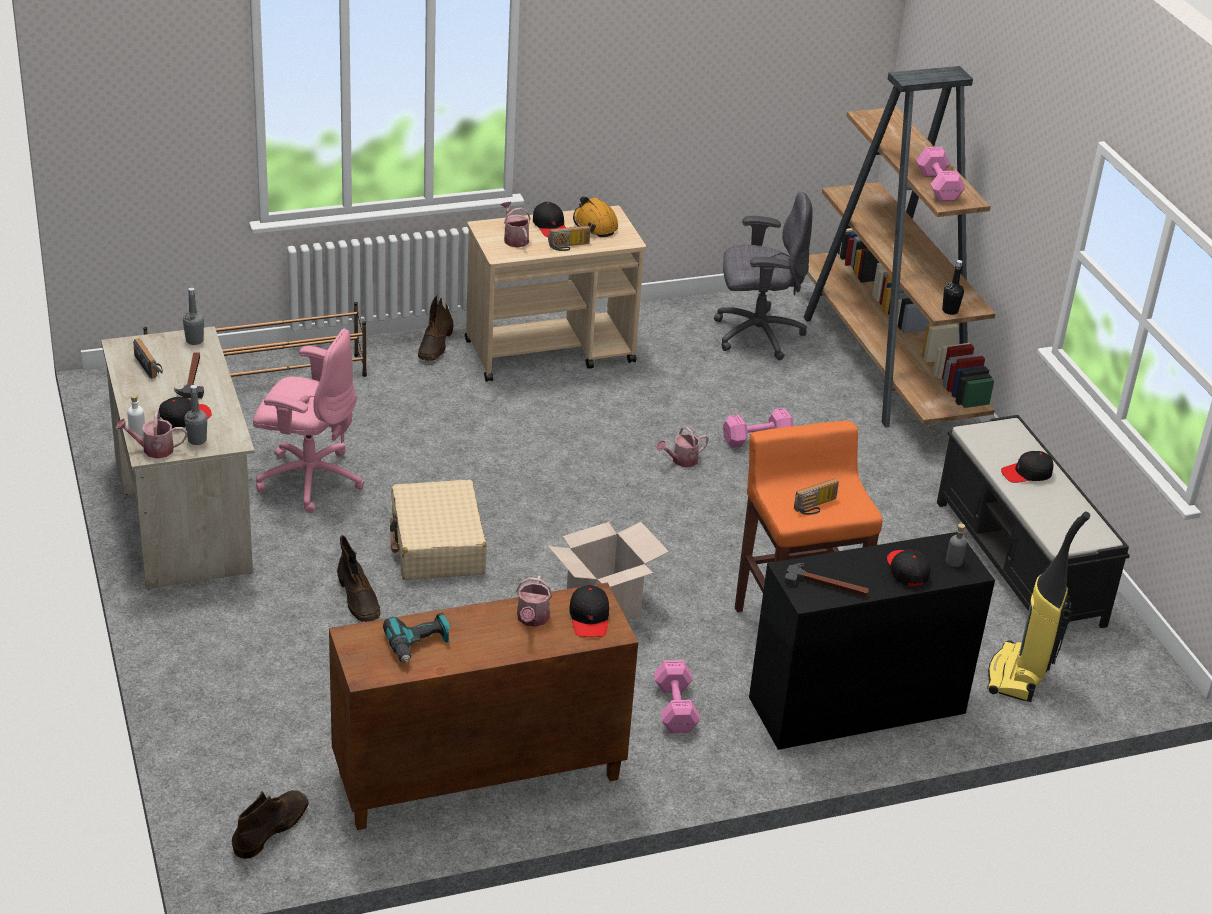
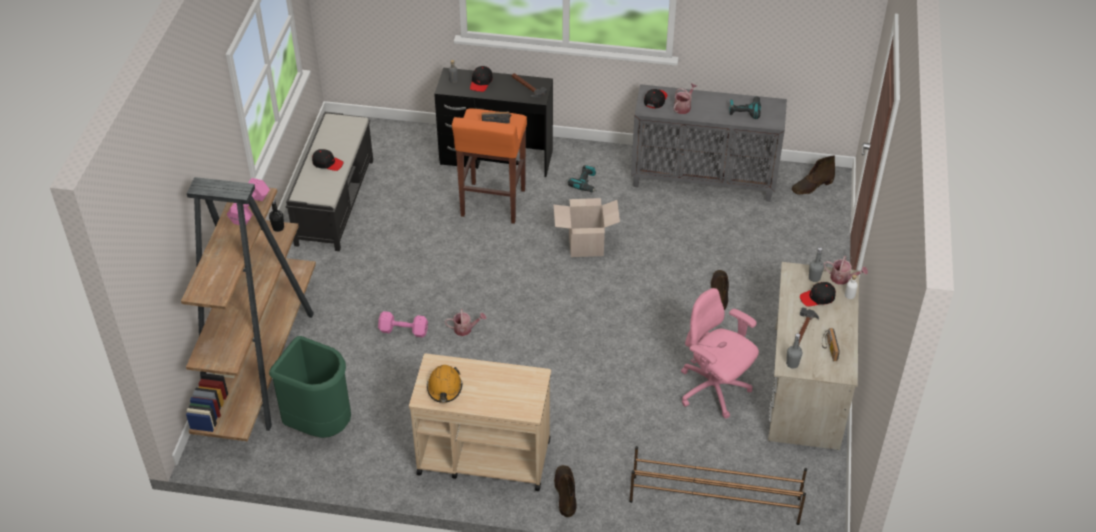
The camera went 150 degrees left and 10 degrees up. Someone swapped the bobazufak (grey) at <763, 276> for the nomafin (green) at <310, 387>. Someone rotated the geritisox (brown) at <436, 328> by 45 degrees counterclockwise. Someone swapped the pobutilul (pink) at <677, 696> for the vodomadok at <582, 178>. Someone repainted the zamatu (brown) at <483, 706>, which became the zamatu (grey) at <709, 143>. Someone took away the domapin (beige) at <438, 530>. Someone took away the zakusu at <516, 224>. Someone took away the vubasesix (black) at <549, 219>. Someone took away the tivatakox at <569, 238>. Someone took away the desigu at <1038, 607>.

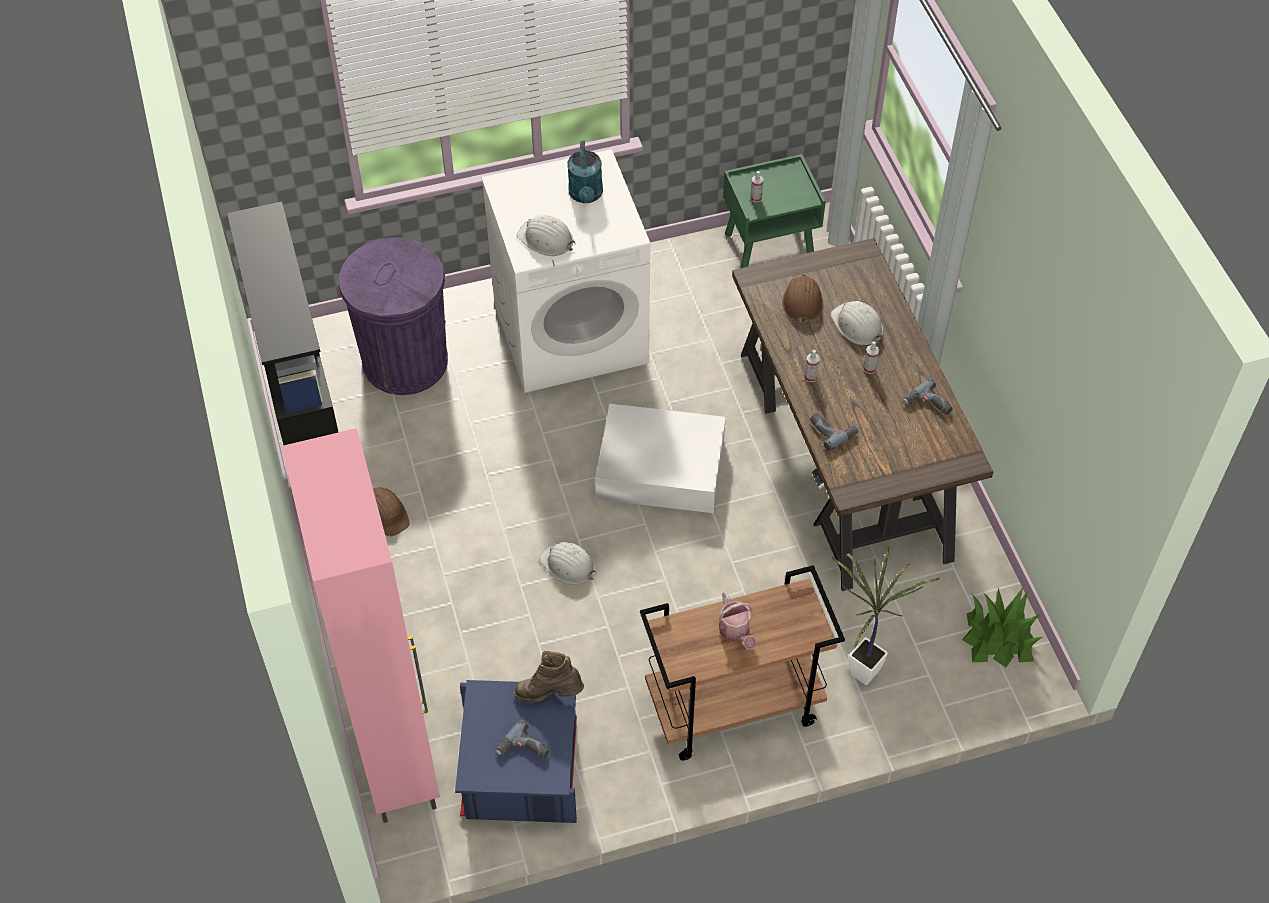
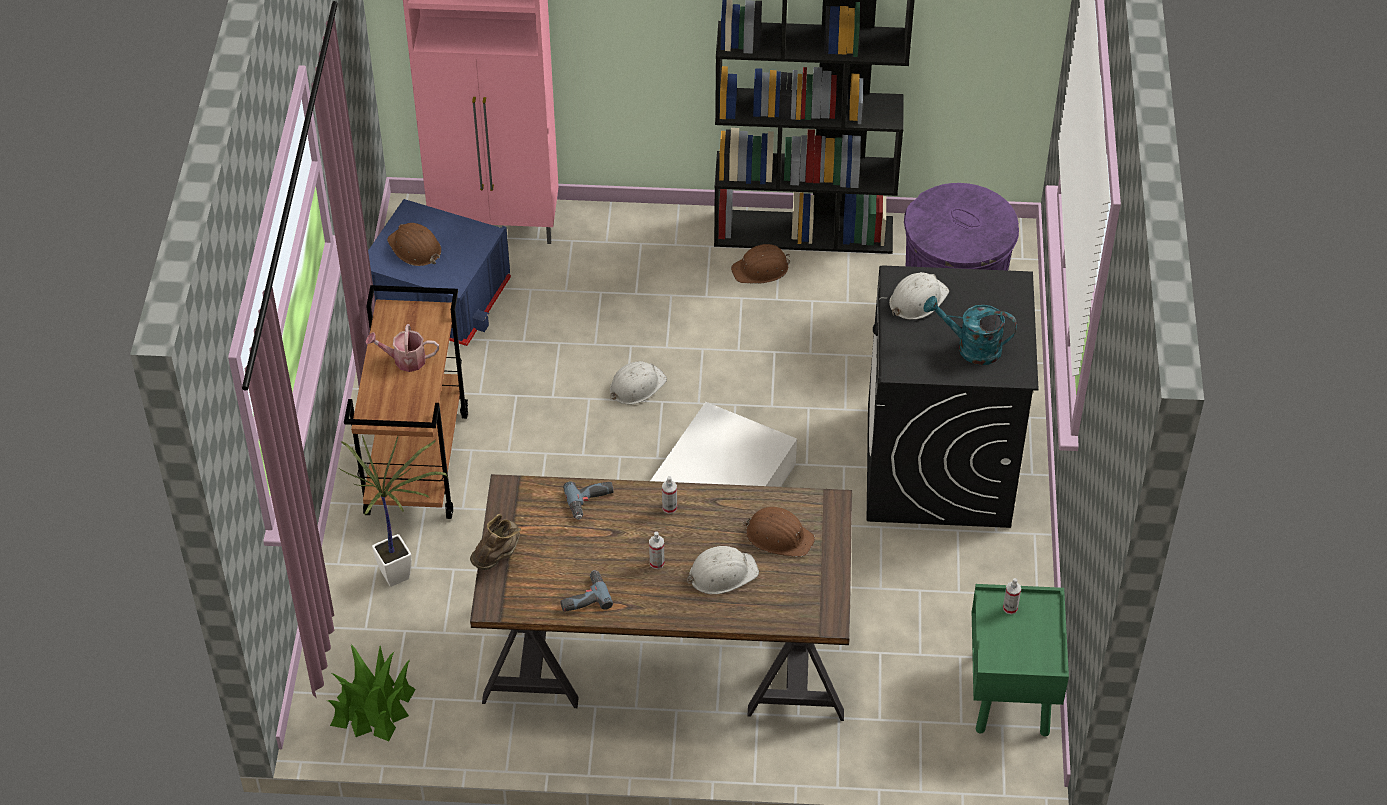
The camera went 110 degrees right and 5 degrees down. Someone swapped the vodomadok at <523, 739> for the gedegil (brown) at <414, 244>. Someone carried the geritisox (brown) from <549, 676> to <495, 542>. Someone repainted the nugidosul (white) at <565, 271>, which became the nugidosul (black) at <952, 396>.

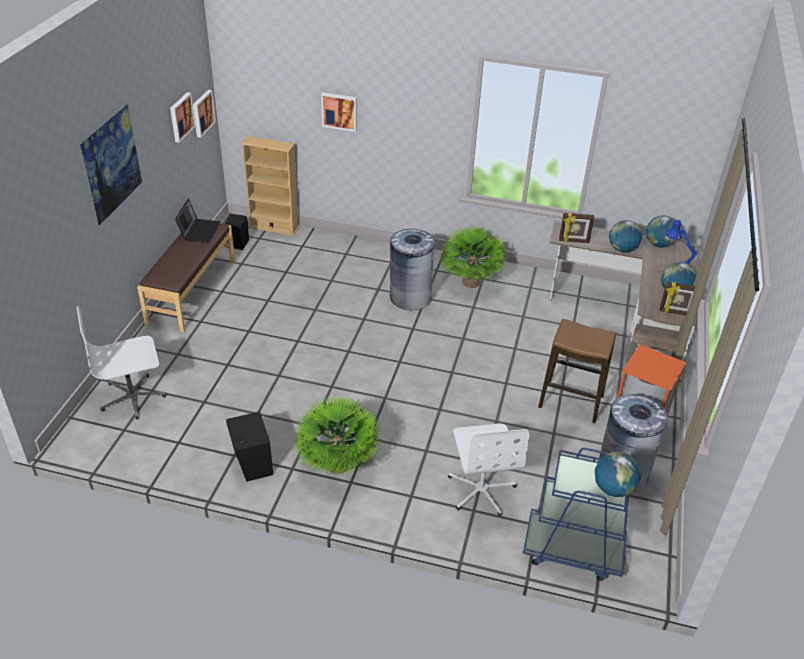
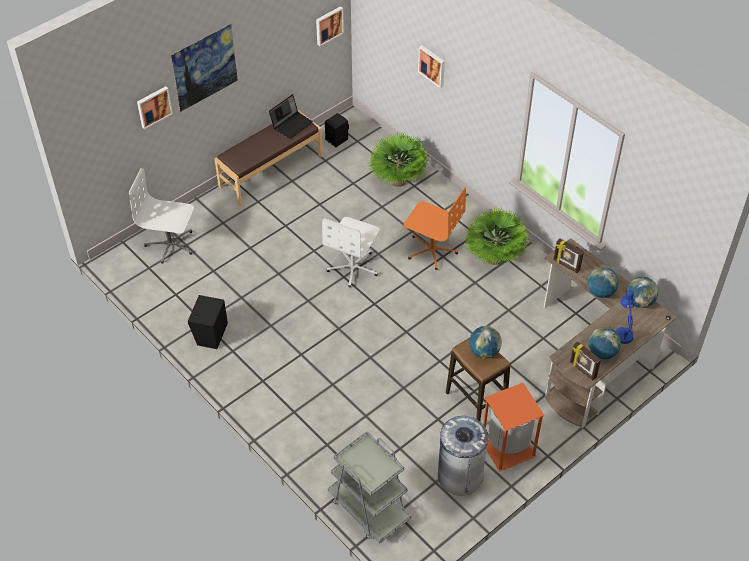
The camera went 35 degrees right and 10 degrees up. Someone carried the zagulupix from <183, 117> to <155, 107>. Someone carried the bobazufak (white) from <488, 470> to <351, 252>. Someone repainted the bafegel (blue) at <576, 514>, which became the bafegel (grey) at <369, 487>. Someone carried the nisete from <337, 435> to <398, 159>. Someone swapped the nomafin (grey) at <412, 269> for the bobazufak (orange) at <434, 228>. Someone carried the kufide from <618, 474> to <485, 342>. Someone took away the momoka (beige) at <270, 186>.

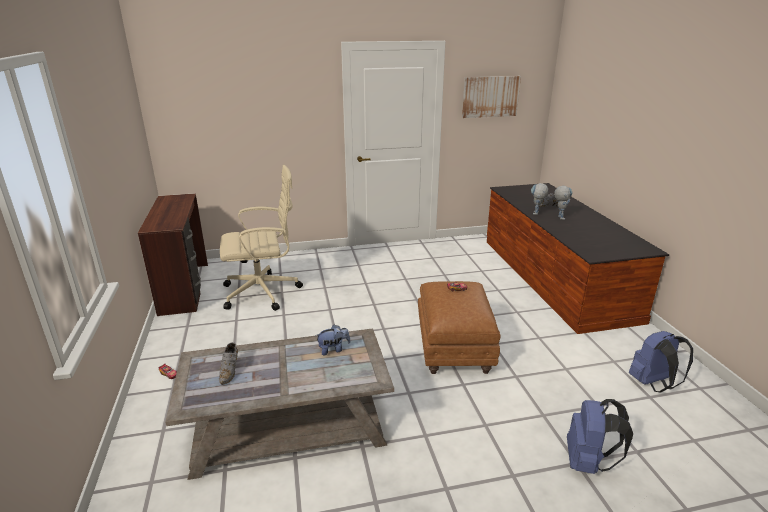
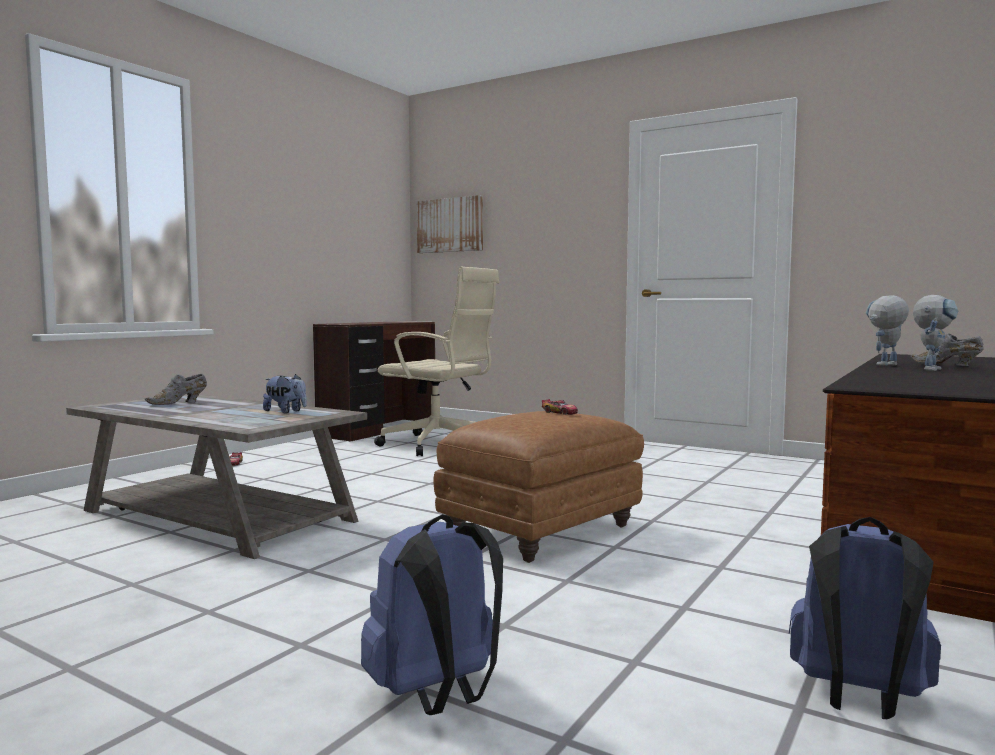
The camera went 45 degrees right and 20 degrees down. Someone carried the zagulupix from <491, 97> to <450, 224>.

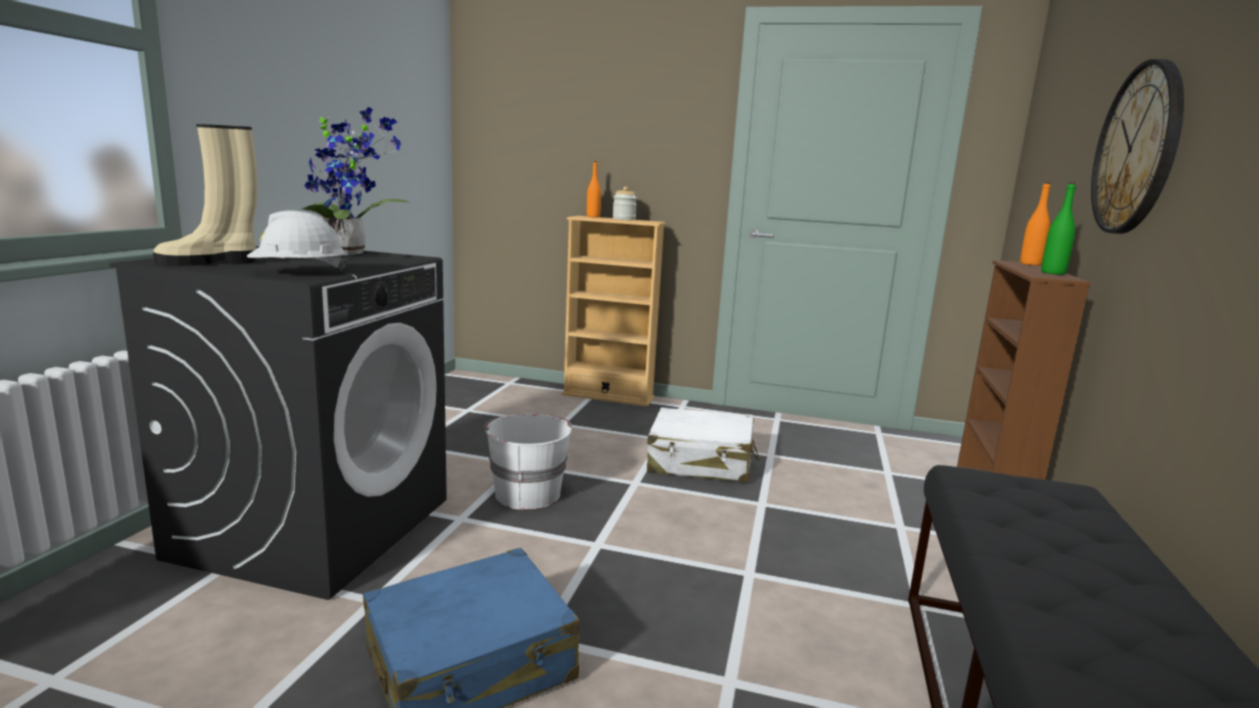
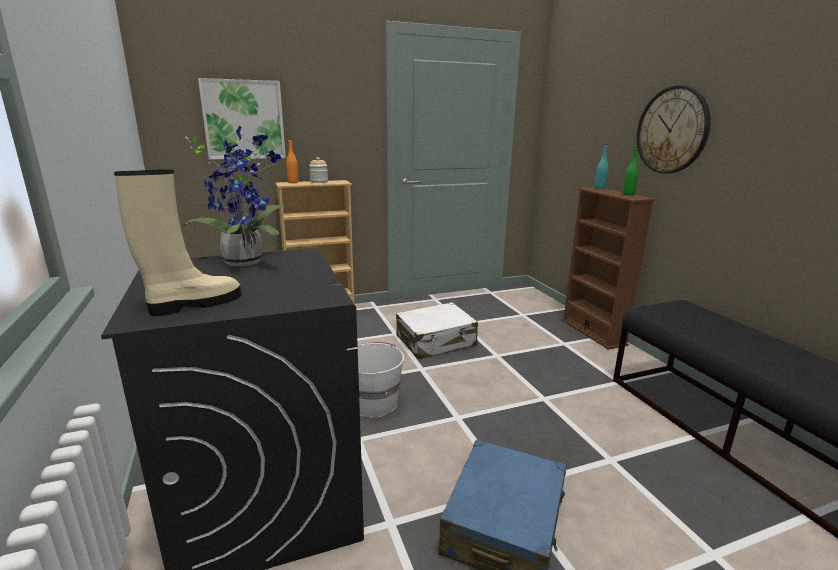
The camera went 35 degrees left and 5 degrees up. Someone rotated the geritisox (beige) at <205, 195> by 150 degrees counterclockwise. Someone put up the zagulupix at <242, 118>. Someone repainted the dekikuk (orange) at <1035, 223>, which became the dekikuk (turquoise) at <601, 166>. Someone took away the gedegil (white) at <297, 241>.

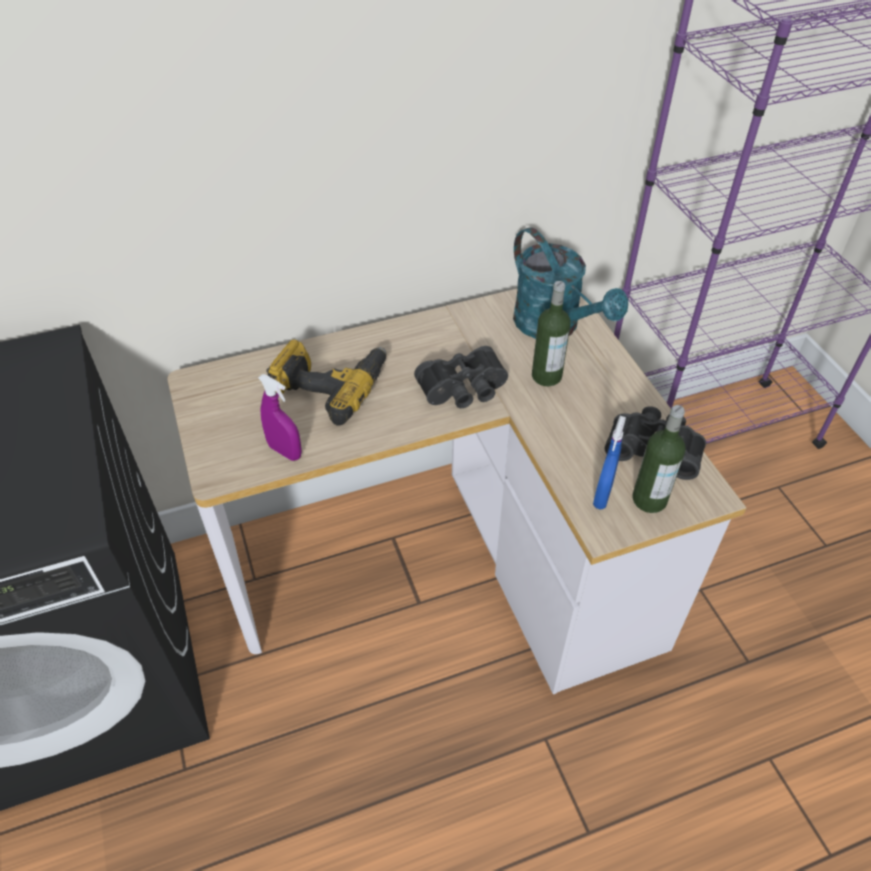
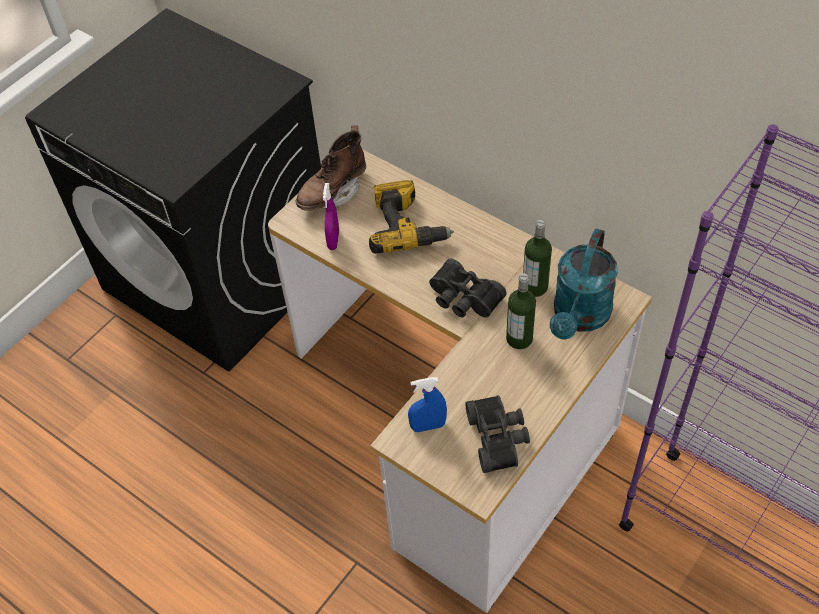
The camera went 60 degrees right and 5 degrees up. Someone put down the geritisox (brown) at <330, 168>. Someone carried the dekikuk from <658, 459> to <537, 258>.

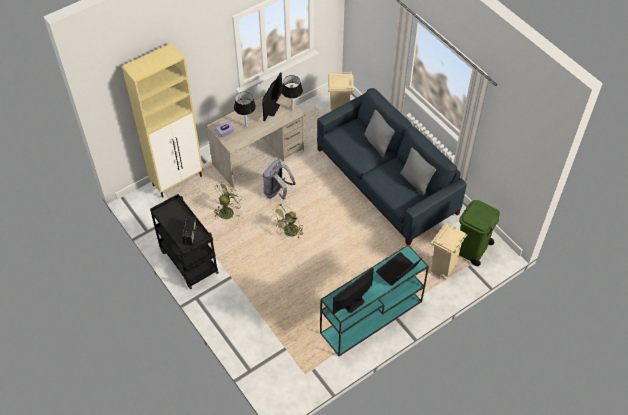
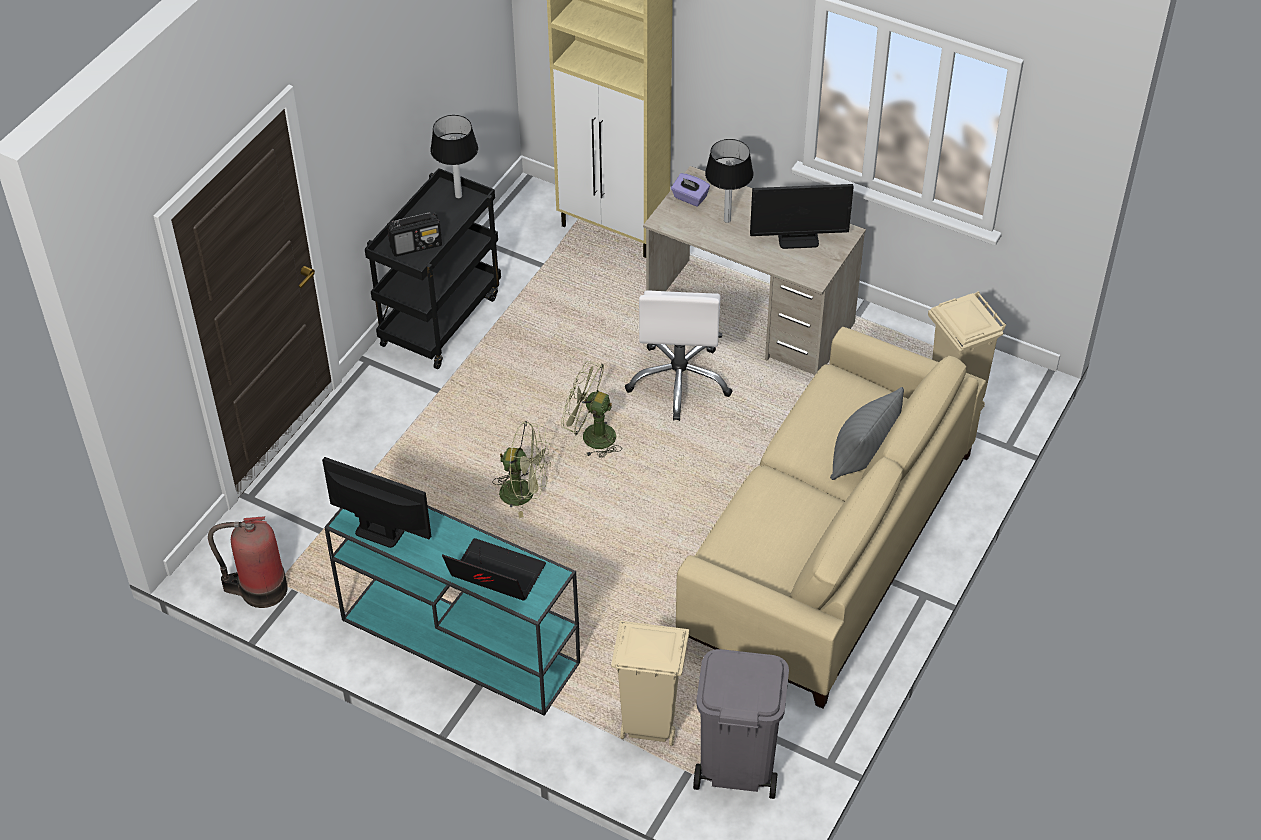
The camera went 65 degrees right and 5 degrees down. Someone put down the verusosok at <248, 562>. Someone carried the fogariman from <292, 93> to <454, 156>. Someone carried the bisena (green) from <229, 200> to <521, 469>. Someone swapped the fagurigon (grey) at <279, 180> for the bobazufak (white) at <678, 355>. Someone repainted the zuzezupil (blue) at <392, 166>, which became the zuzezupil (beige) at <831, 518>. Someone repainted the nomafin (green) at <479, 233>, which became the nomafin (grey) at <741, 724>. Someone took away the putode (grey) at <418, 172>.

